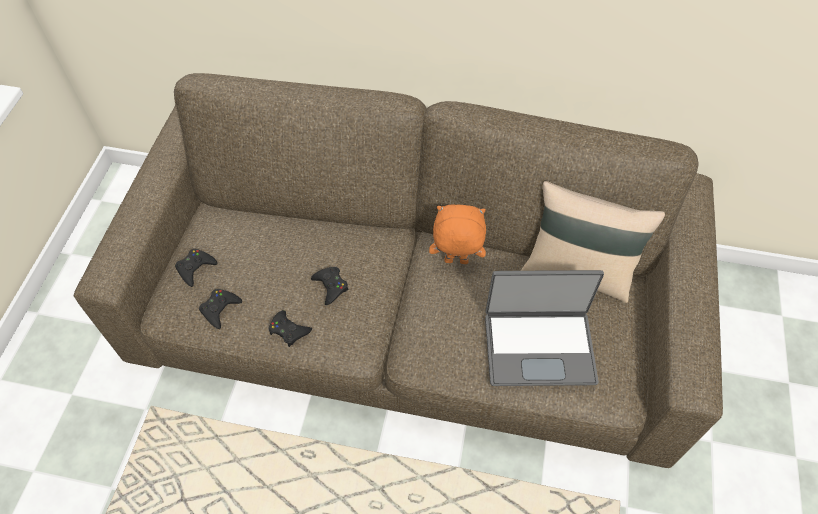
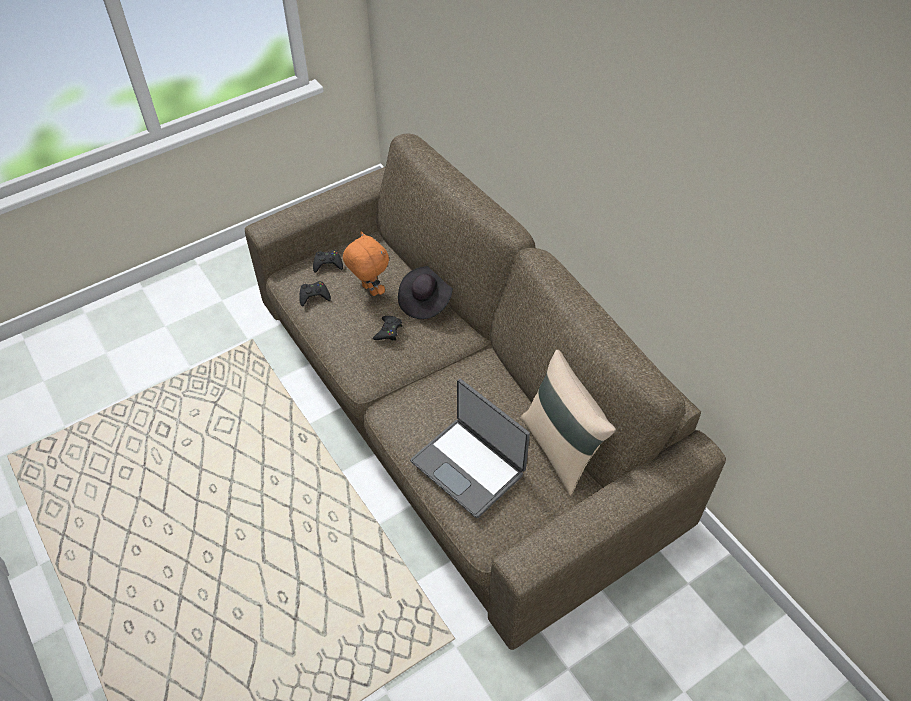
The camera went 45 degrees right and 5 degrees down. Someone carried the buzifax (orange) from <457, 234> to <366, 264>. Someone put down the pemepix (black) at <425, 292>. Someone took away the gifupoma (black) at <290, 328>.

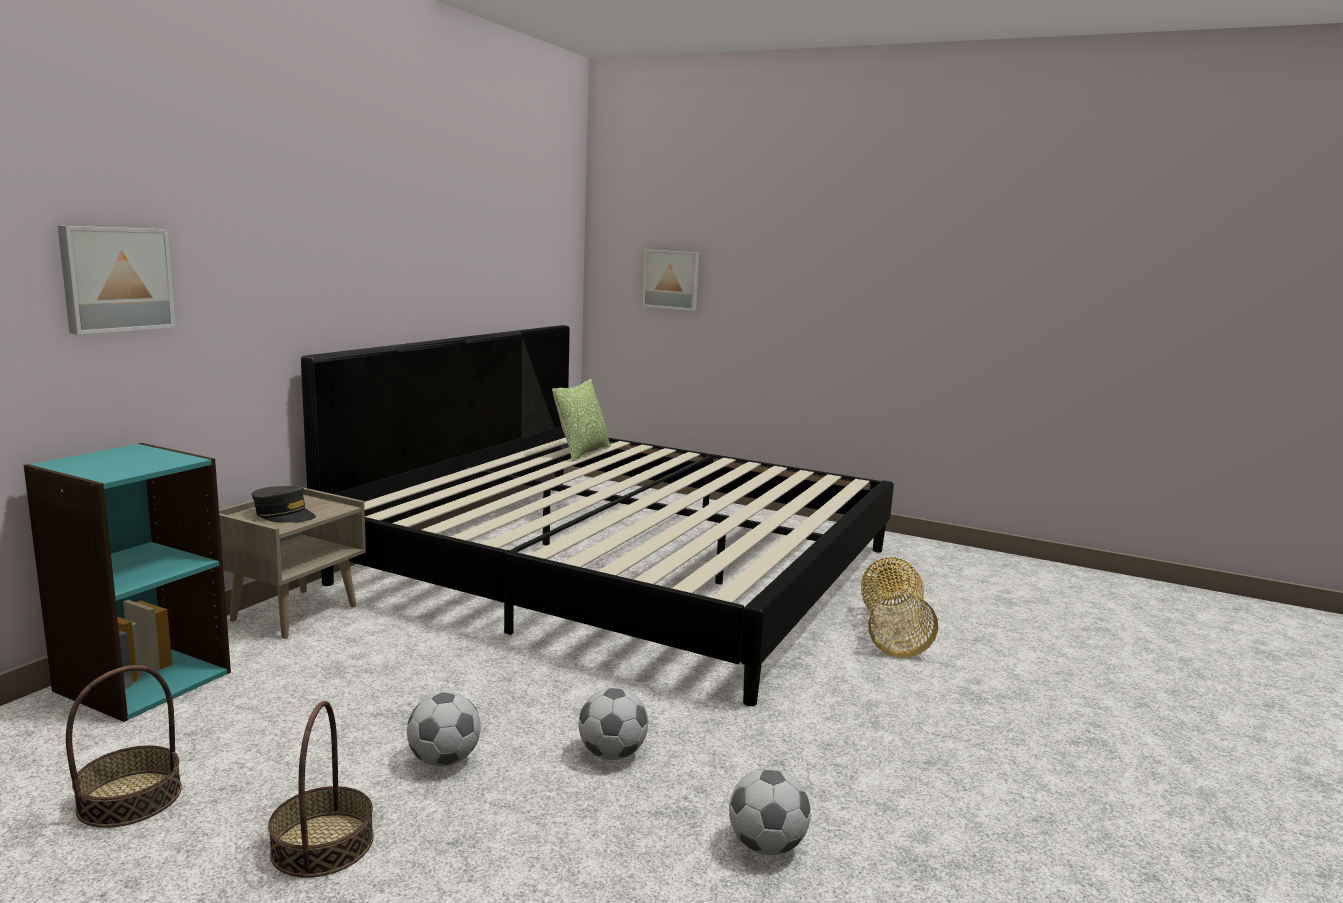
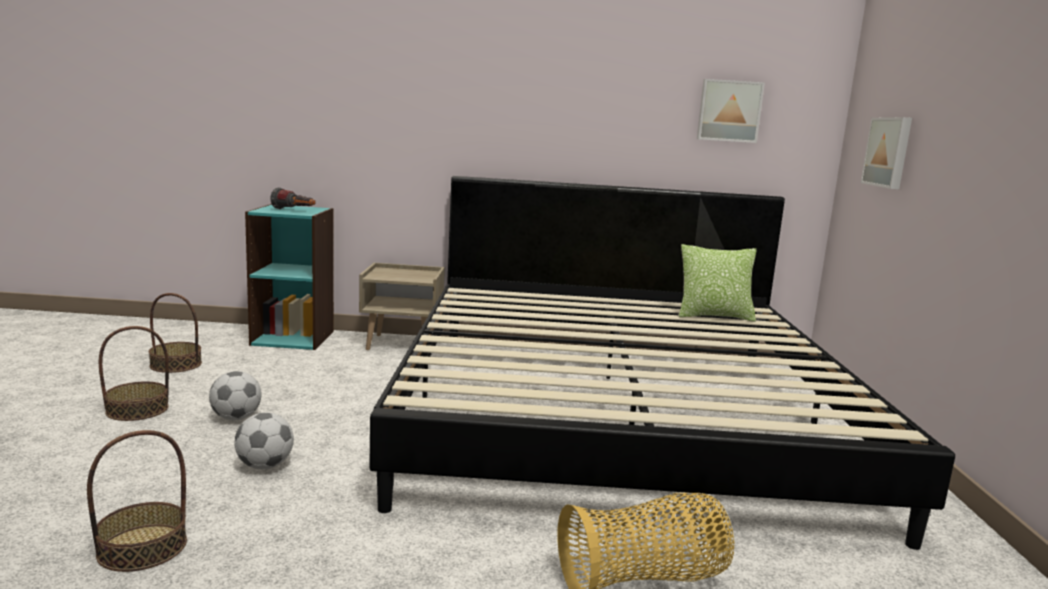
The camera went 65 degrees right and 0 degrees up. Someone swapped the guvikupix at <770, 811> for the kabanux at <137, 501>. Someone put down the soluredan at <293, 198>. Someone carried the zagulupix from <117, 280> to <731, 111>. Someone took away the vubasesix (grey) at <284, 504>.

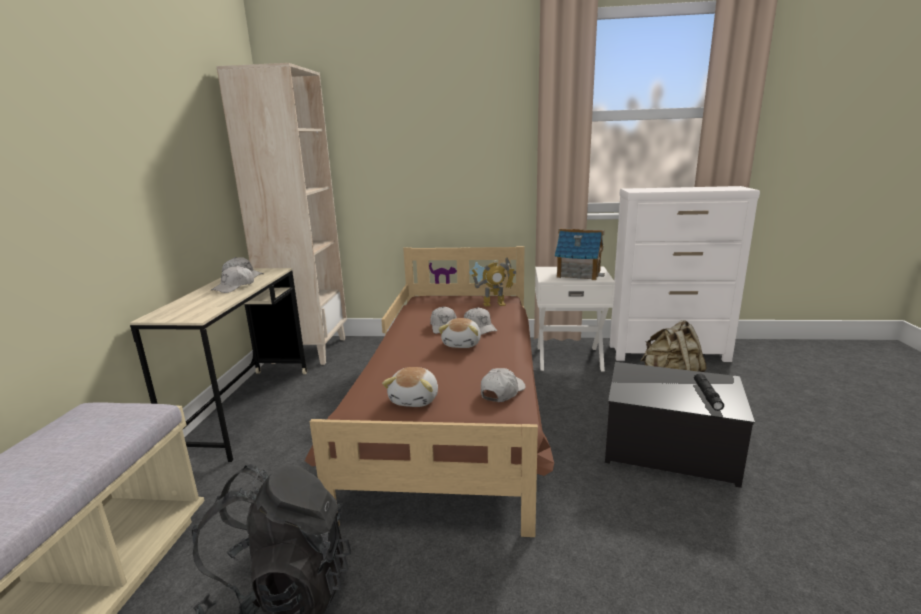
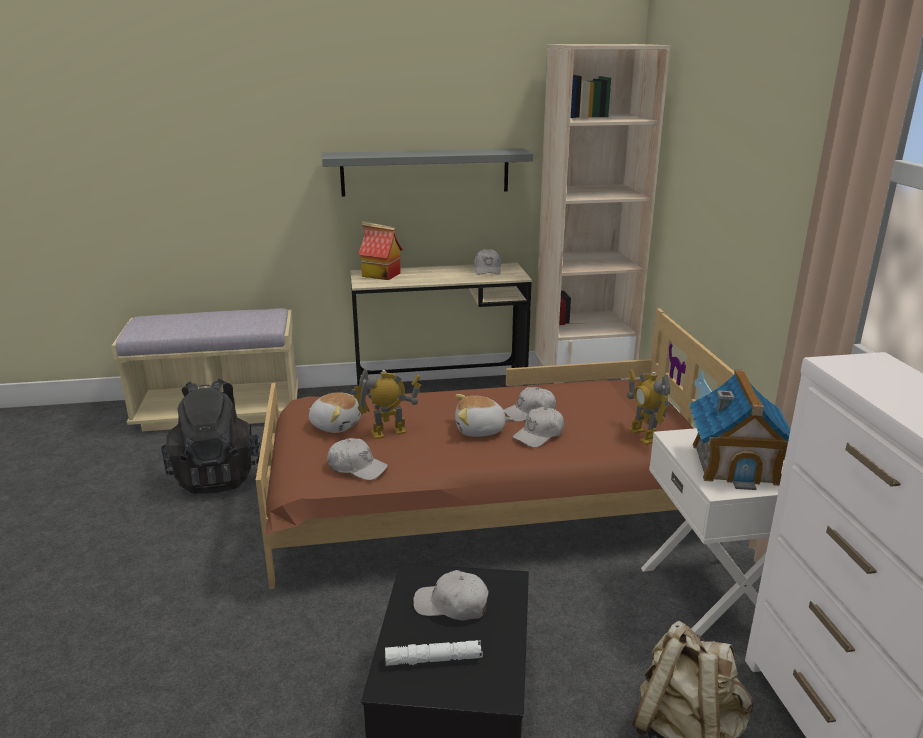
The camera went 75 degrees right and 5 degrees up. Someone rotated the buzifax at <410, 387> by 150 degrees counterclockwise. Someone put up the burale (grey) at <427, 172>. Someone put down the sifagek at <386, 403>. Someone put down the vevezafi at <380, 250>. Someone repainted the soluredan (black) at <709, 392>, which became the soluredan (white) at <434, 653>. Someone carried the vubasesix (white) from <232, 279> to <451, 595>.

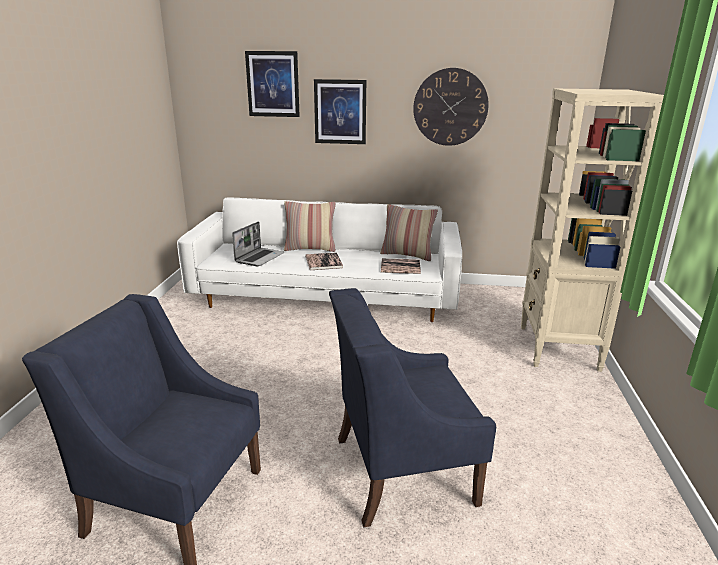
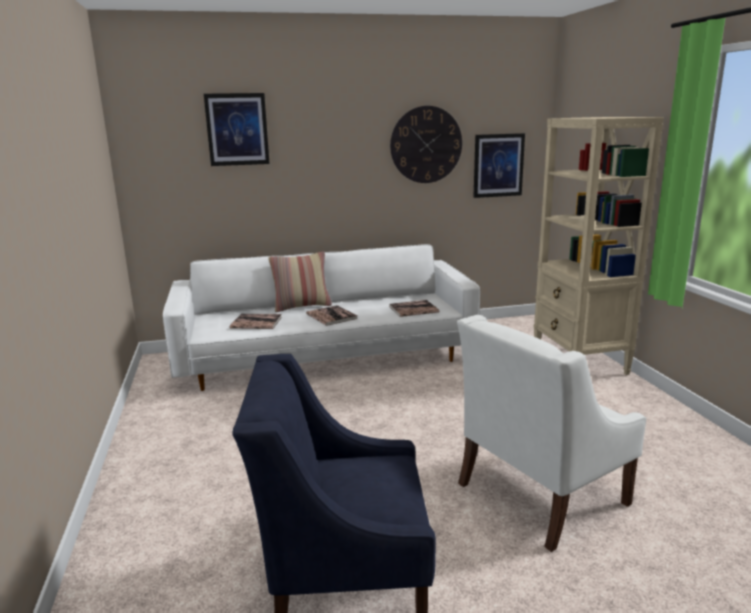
The camera went 20 degrees left and 5 degrees down. Someone swapped the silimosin at <258, 243> for the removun at <256, 321>. Someone repainted the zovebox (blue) at <412, 407>, which became the zovebox (white) at <551, 433>. Someone carried the zagulupix from <340, 111> to <499, 165>. Someone took away the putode at <409, 232>.

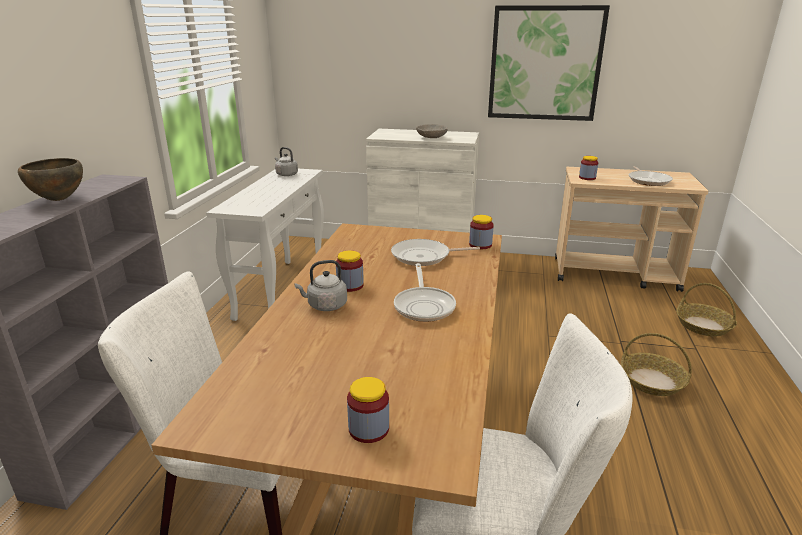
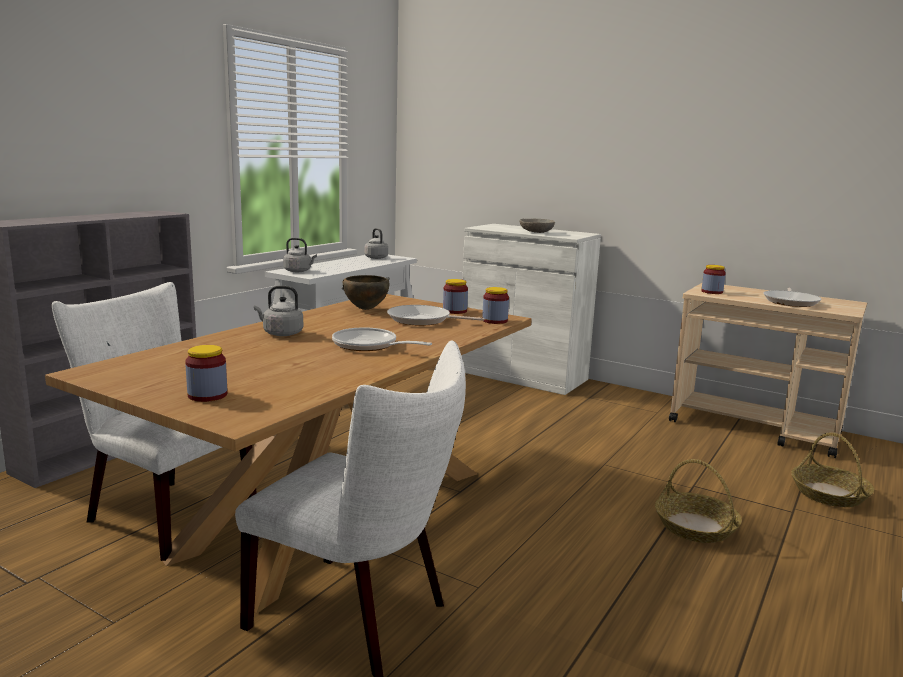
The camera went 20 degrees right and 10 degrees down. Someone put down the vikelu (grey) at <300, 255>. Someone rotated the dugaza at <425, 292> by 105 degrees clockwise. Someone carried the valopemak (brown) from <50, 179> to <366, 292>. Someone carried the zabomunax from <350, 271> to <455, 296>. Someone took away the zagulupix at <549, 63>.

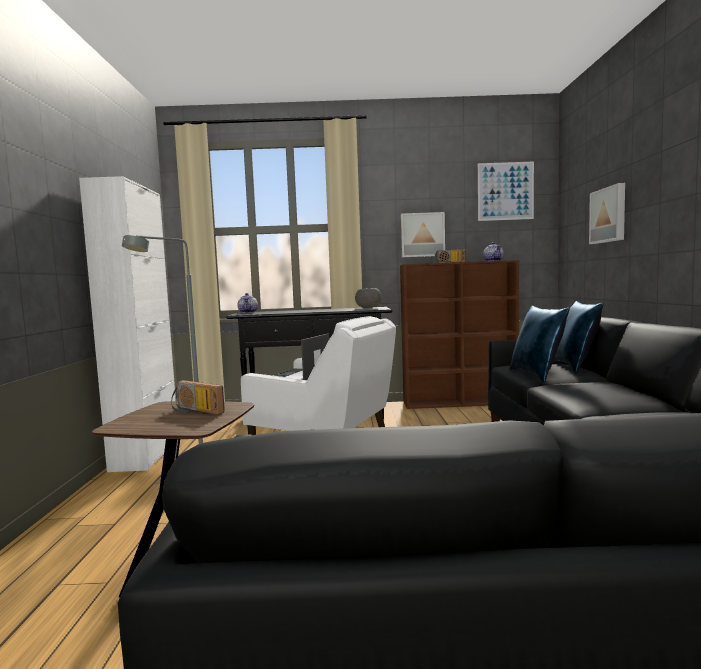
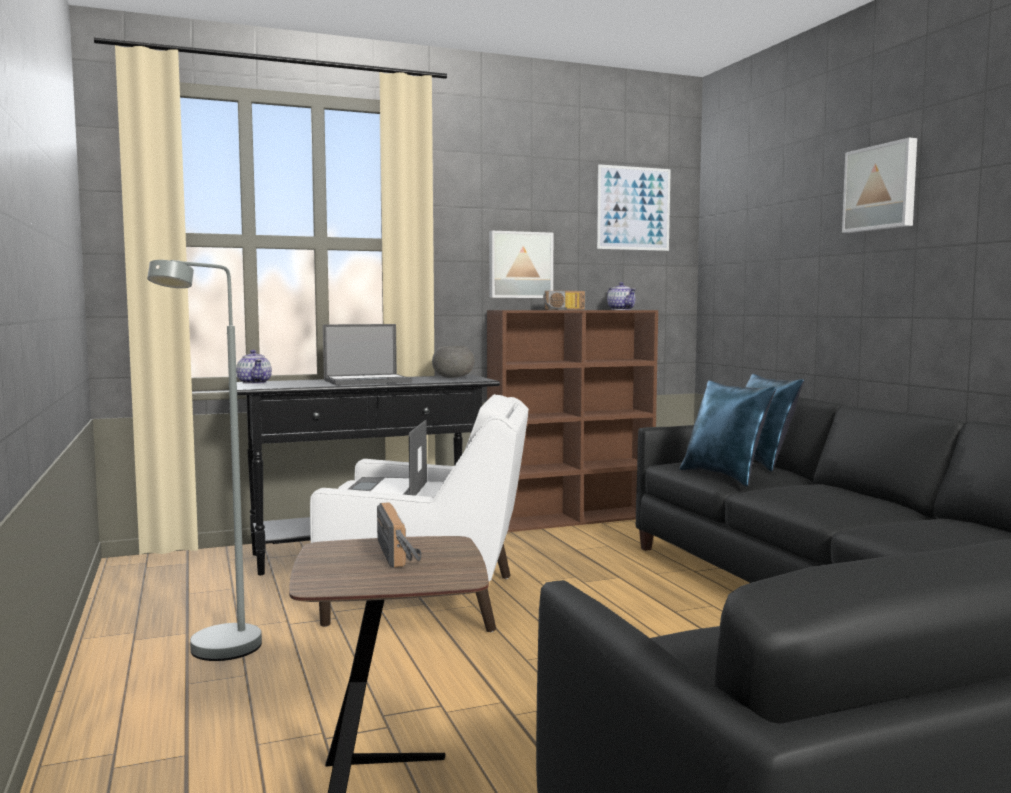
The camera went 20 degrees left and 0 degrees up. Someone put down the silimosin at <367, 354>. Someone rotated the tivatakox at <198, 397> by 120 degrees counterclockwise. Someone carried the zagulupix from <607, 213> to <879, 185>. Someone took away the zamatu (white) at <127, 324>.

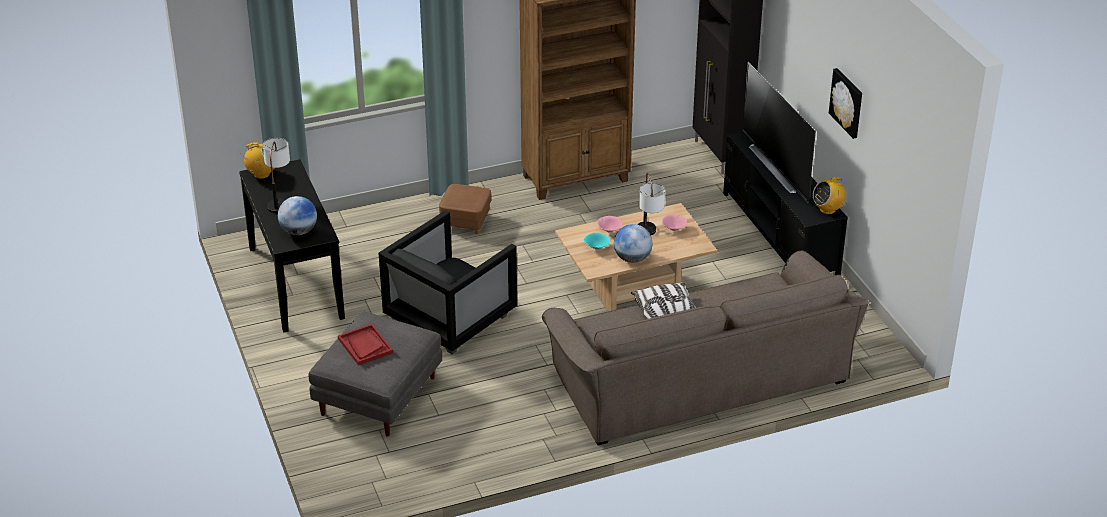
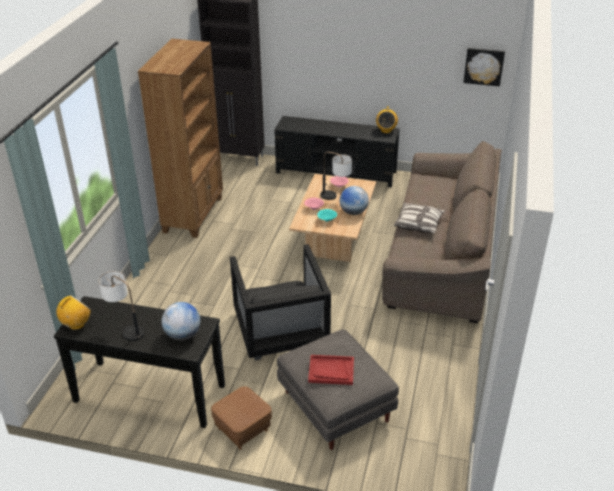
The camera went 55 degrees left and 0 degrees up. Someone carried the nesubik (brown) from <465, 209> to <241, 418>. Someone carried the zagulupix from <845, 103> to <484, 67>. Someone took away the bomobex at <779, 132>.

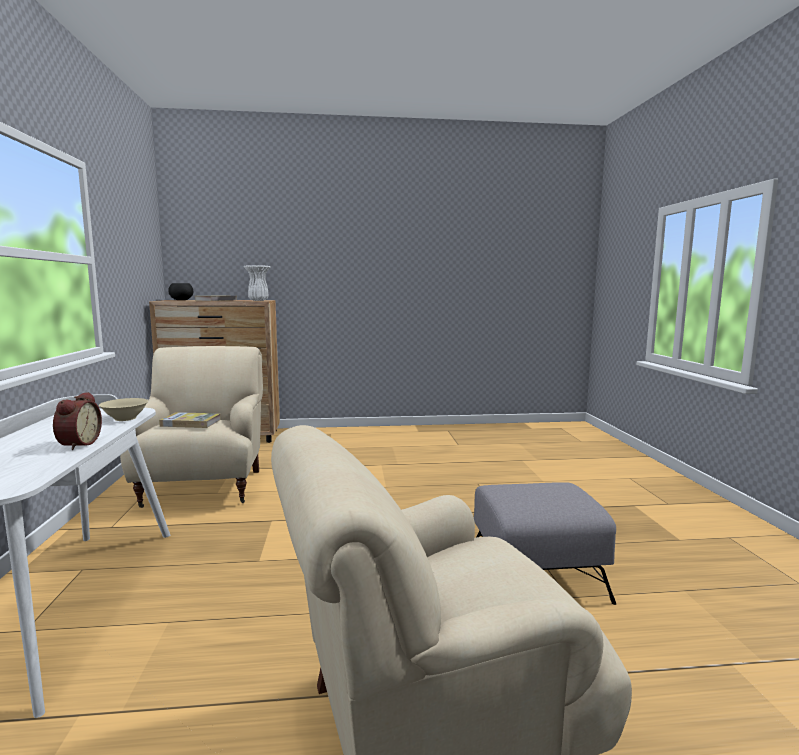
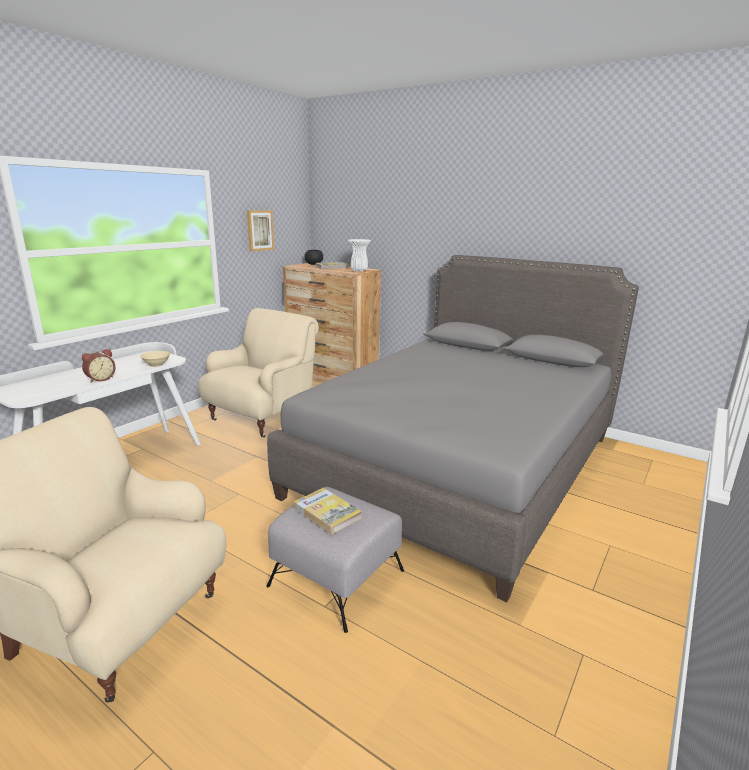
The camera went 40 degrees right and 10 degrees up. Someone put up the zagulupix at <260, 230>. Someone put down the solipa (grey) at <453, 428>. Someone carried the removun from <190, 420> to <328, 511>.

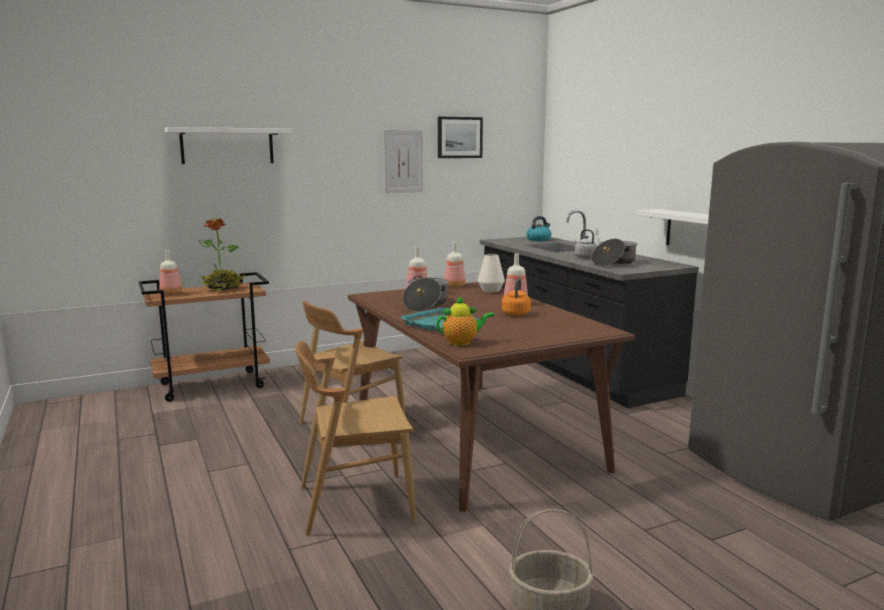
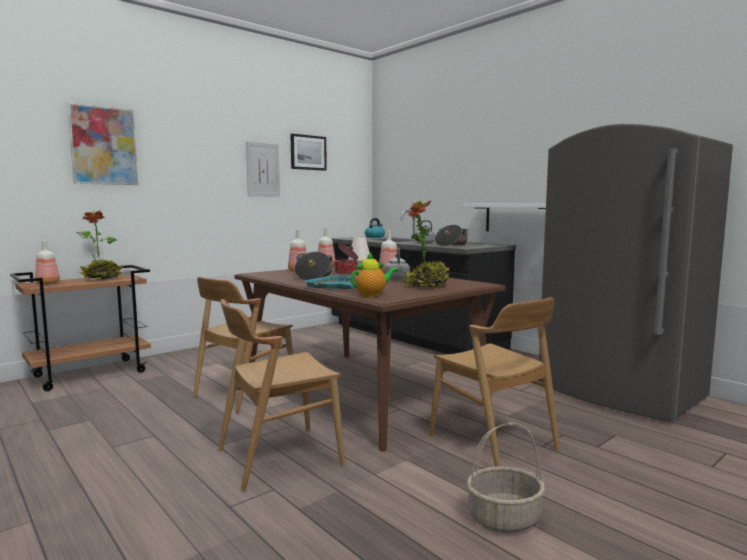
The camera went 15 degrees left and 5 degrees down. Someone swapped the burale (white) at <228, 145> for the zagulupix at <102, 143>. Someone put down the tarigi at <346, 258>. Someone repainted the vikelu (orange) at <516, 297>, which became the vikelu (grey) at <397, 264>. Someone put down the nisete at <425, 243>. Someone put down the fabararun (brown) at <494, 382>.

